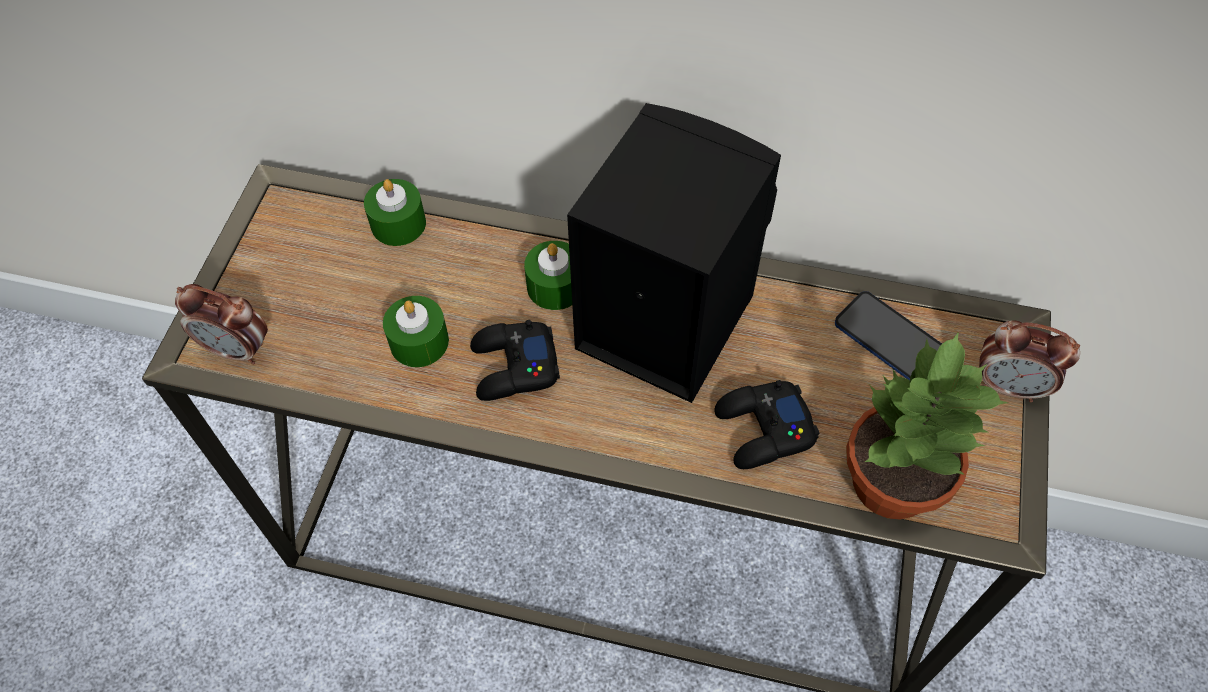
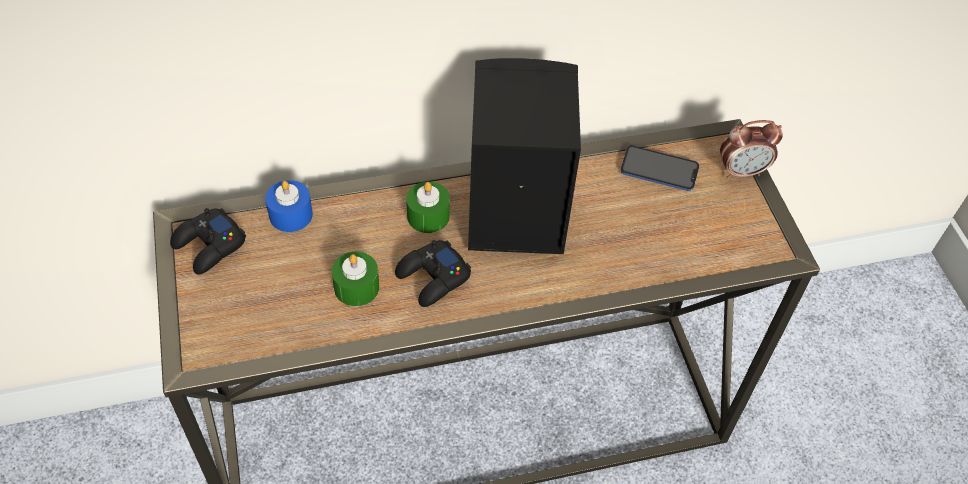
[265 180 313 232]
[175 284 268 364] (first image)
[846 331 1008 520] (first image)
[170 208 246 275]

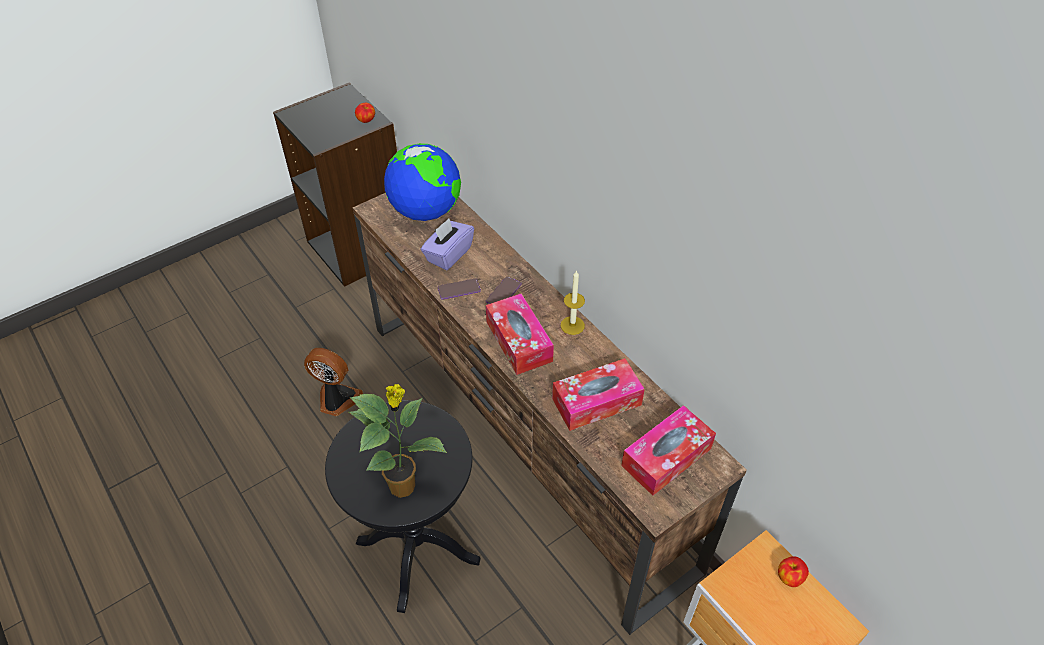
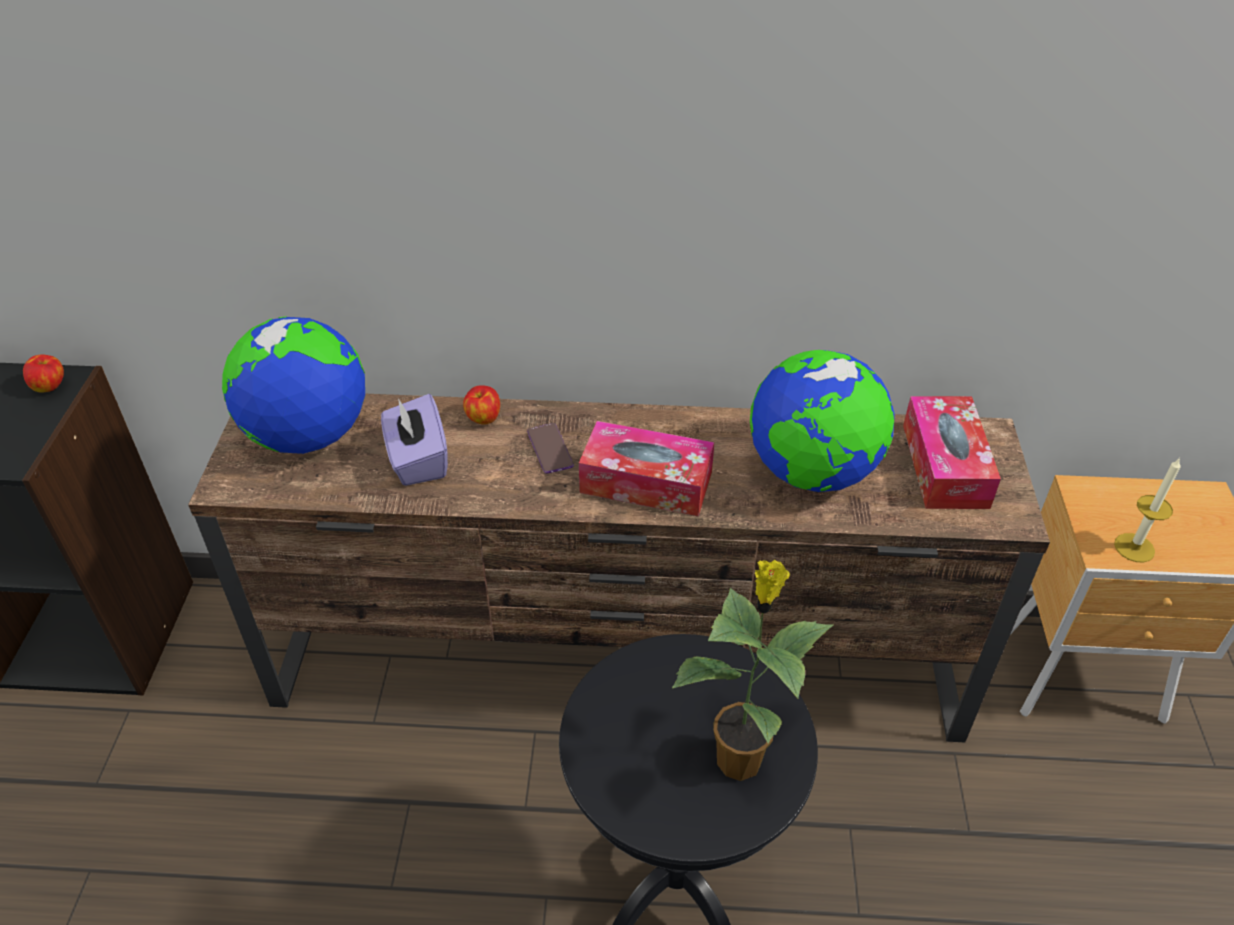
[1114 457 1181 562]
[438 278 481 300] (first image)
[304 348 363 416] (first image)
[750 350 895 492]
[463 385 500 425]

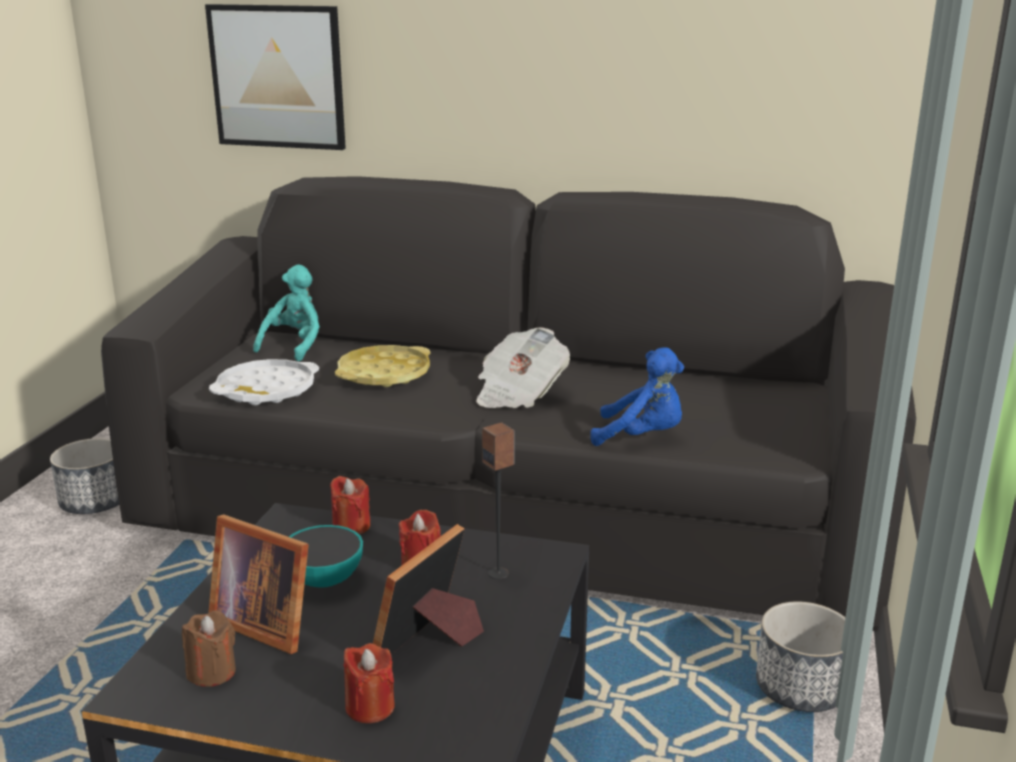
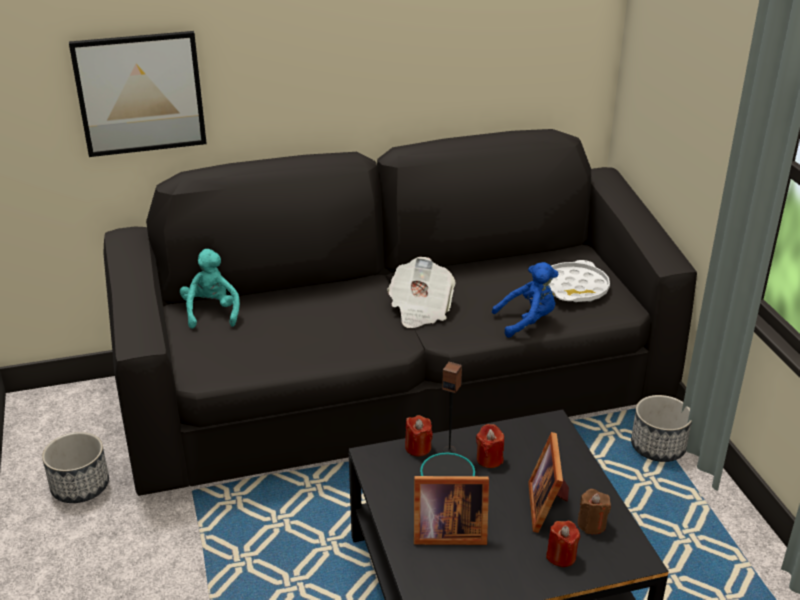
[335 345 430 387] (first image)
[548 260 610 302]
[442 362 462 453]
[578 489 611 534]

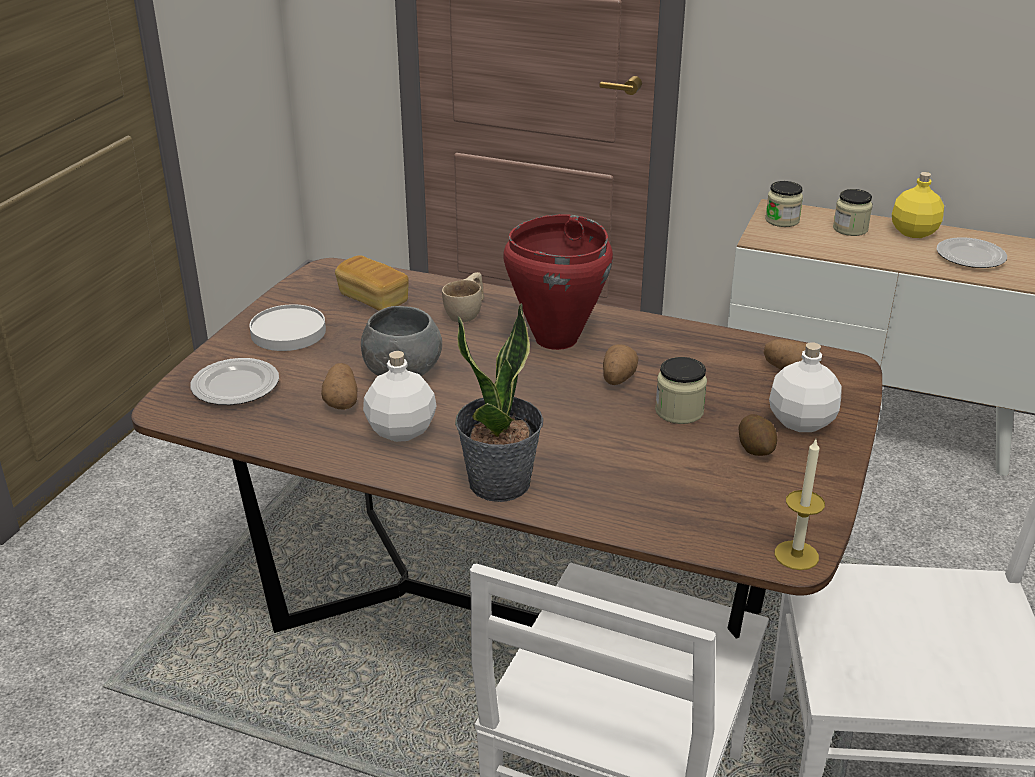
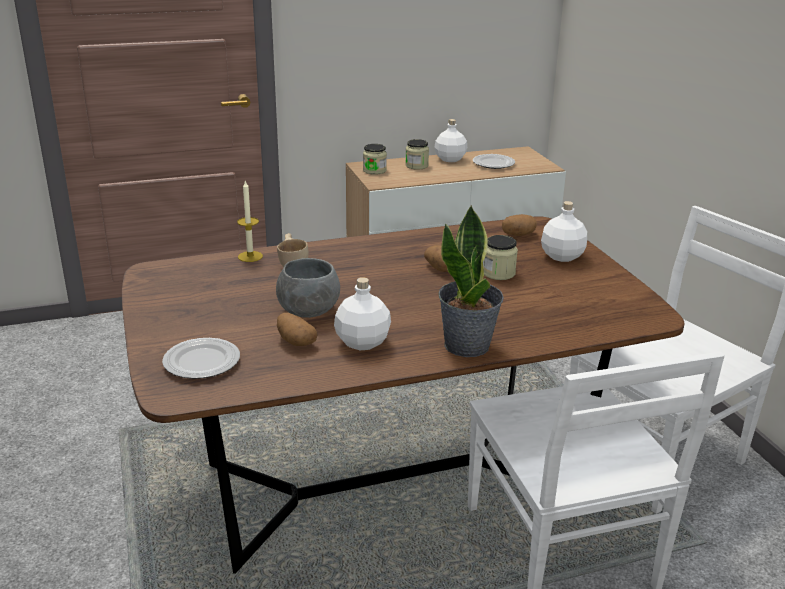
[434 119 467 162]
[503 214 613 350] (first image)
[335 255 409 311] (first image)
[249 304 326 351] (first image)
[739 414 777 456] (first image)
[237 180 263 262]

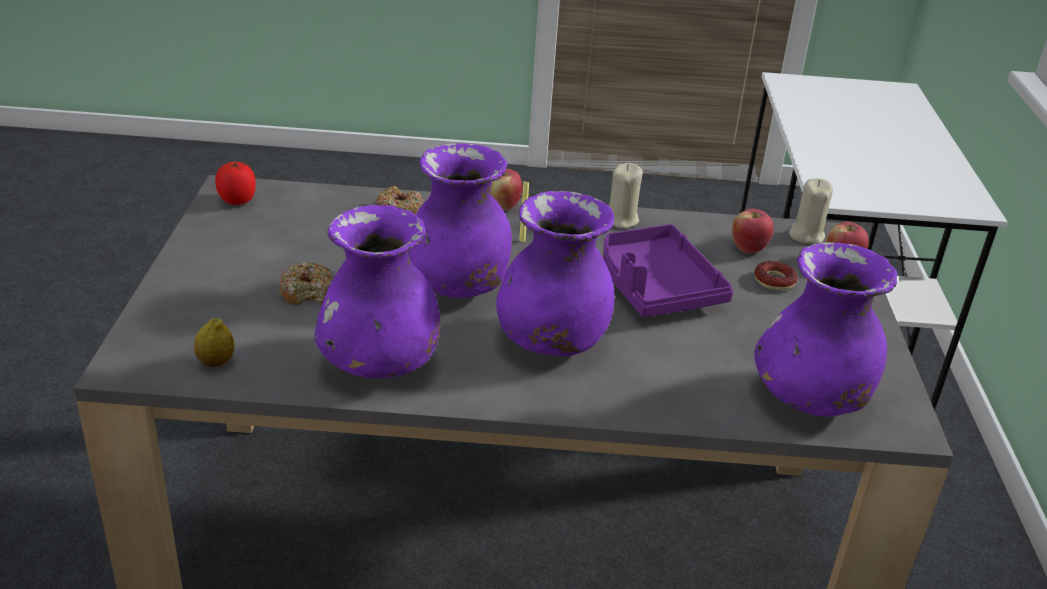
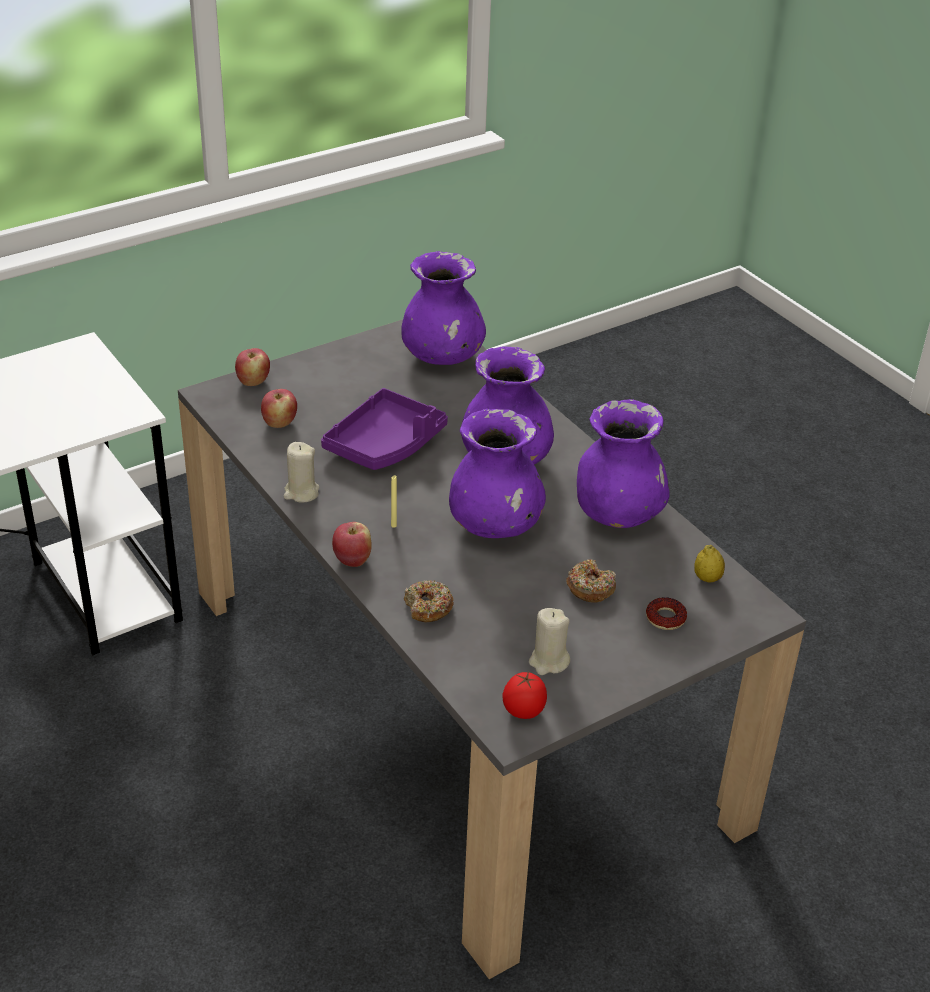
[529 608 570 675]
[646 597 687 630]

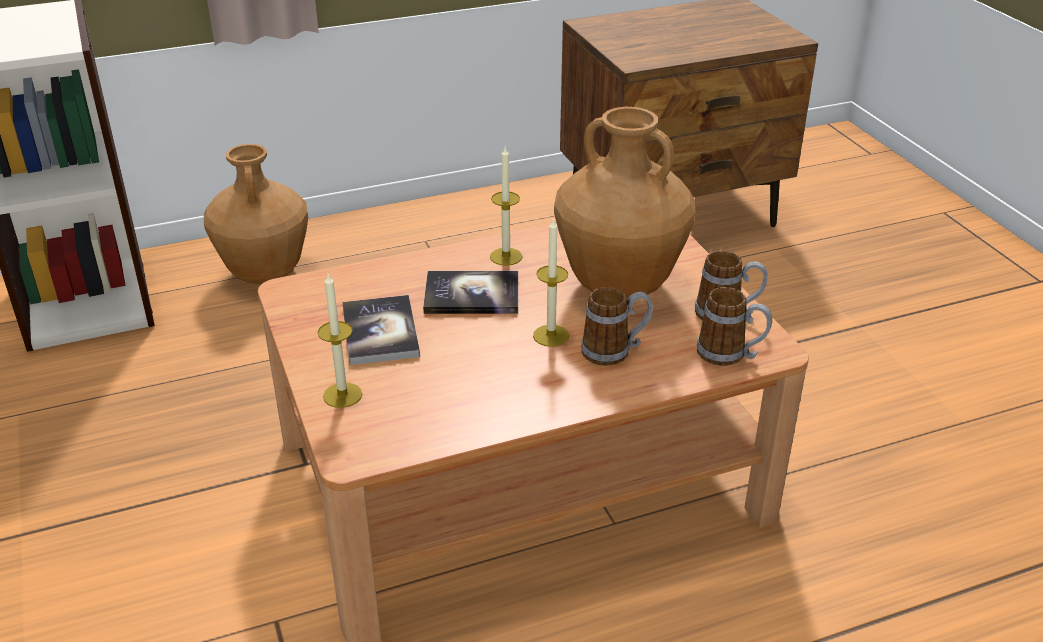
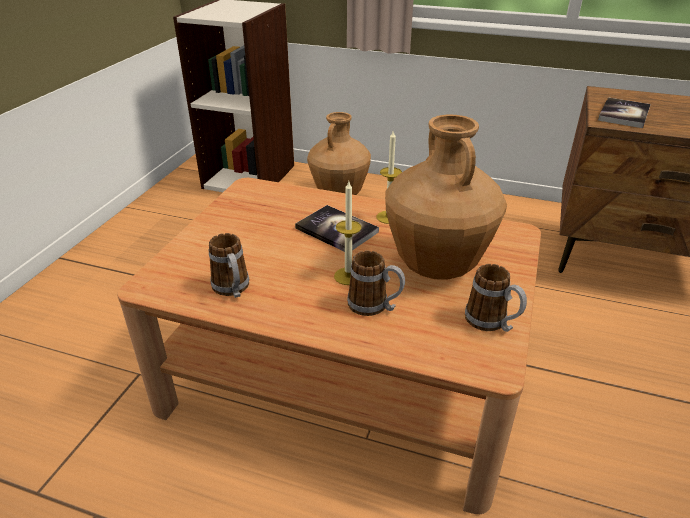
[318 274 362 408] (first image)
[209 233 249 298]
[598 97 651 128]

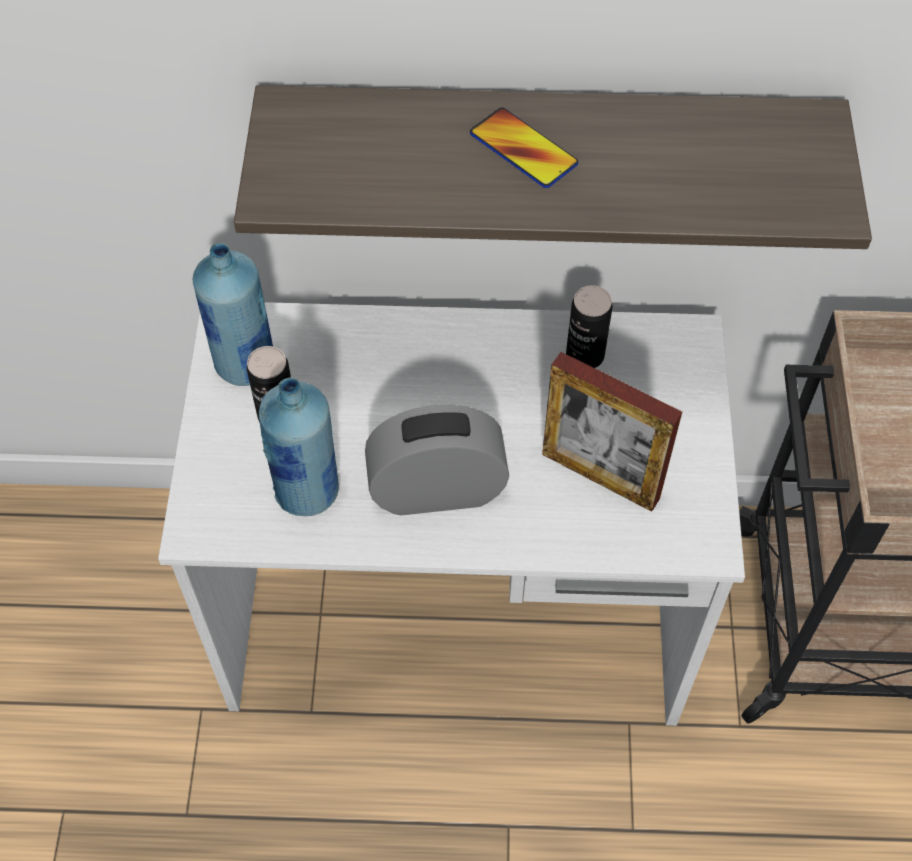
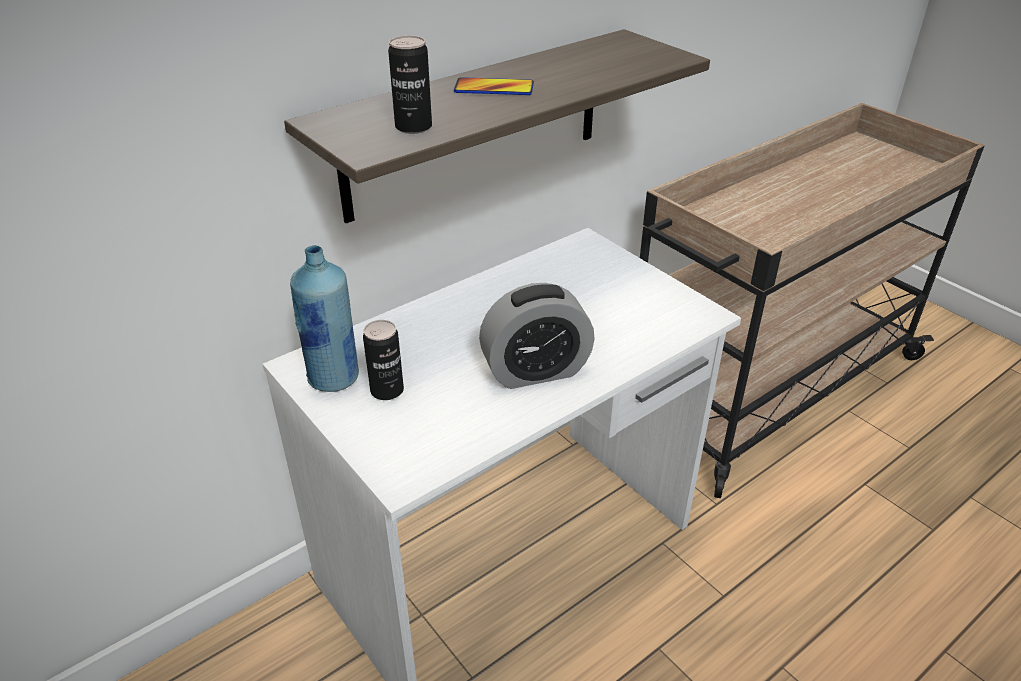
[388 35 432 134]
[542 352 682 512] (first image)
[259 377 339 516] (first image)
[479 283 595 389]

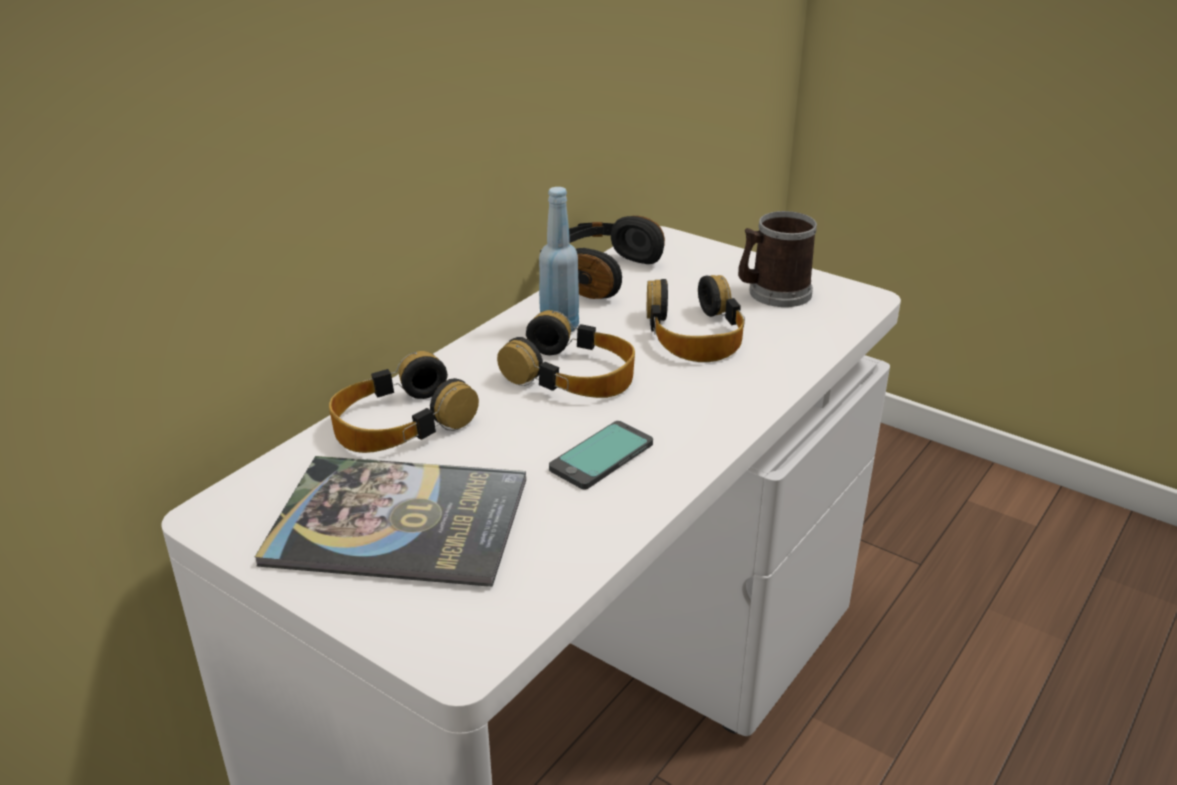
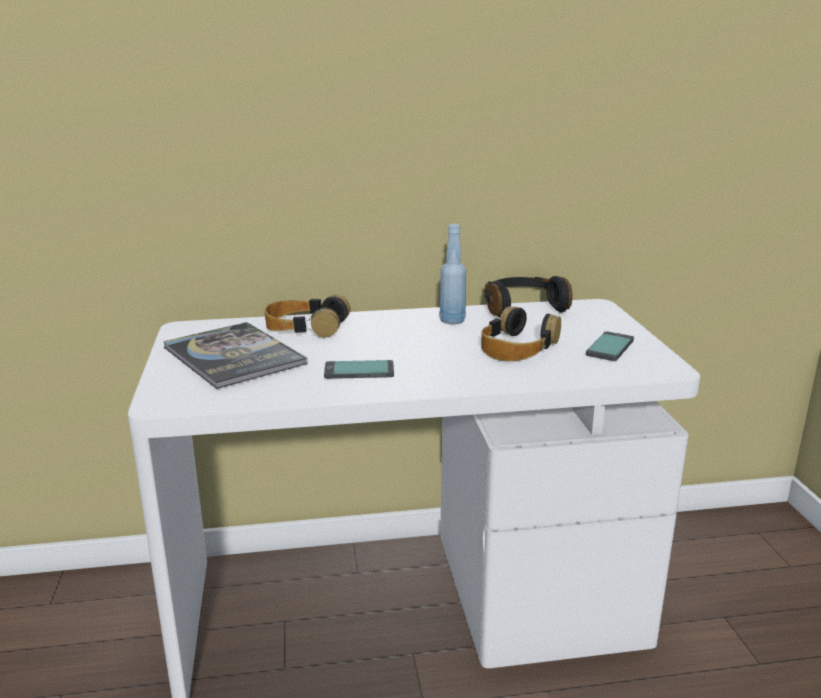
[586 331 634 361]
[497 310 635 398] (first image)

